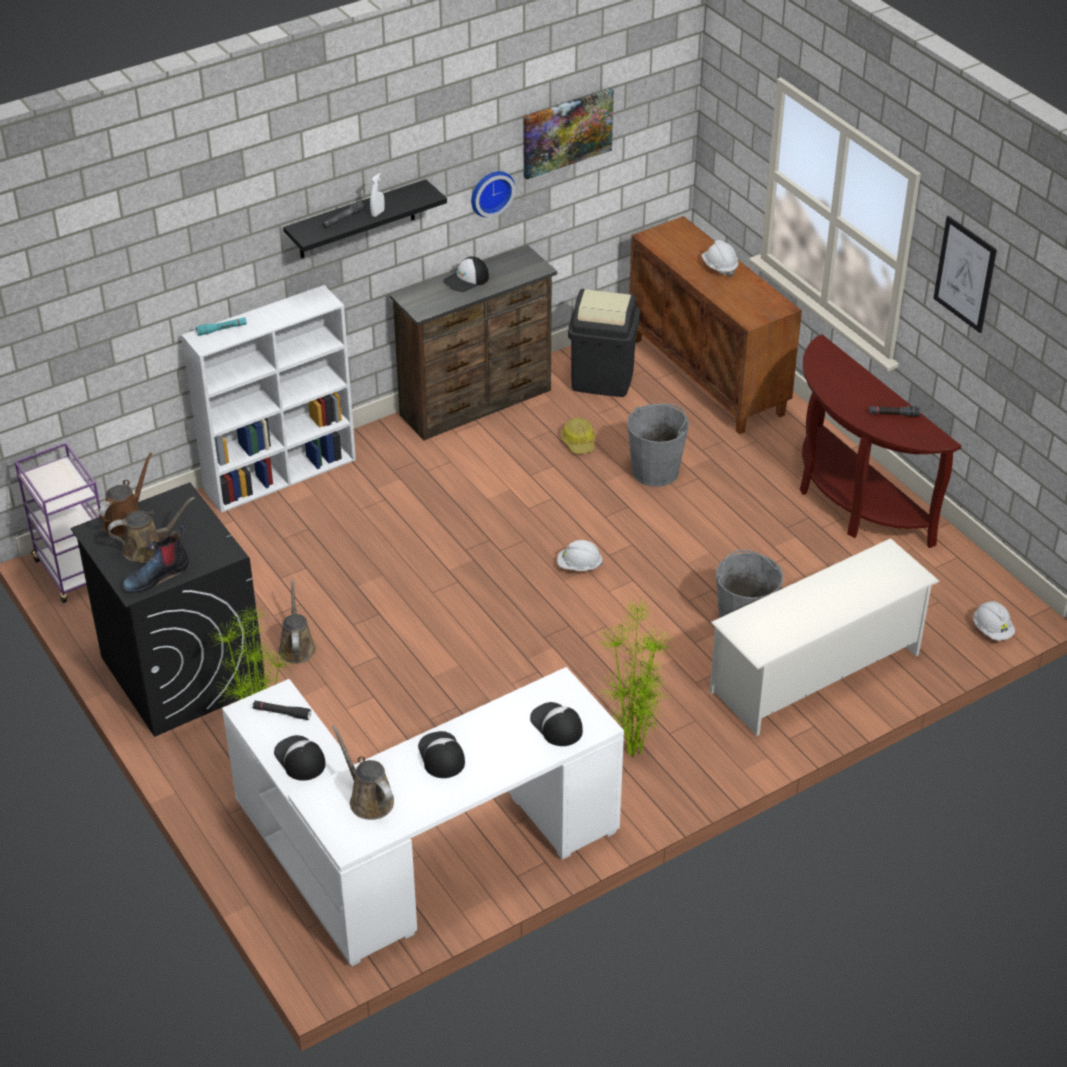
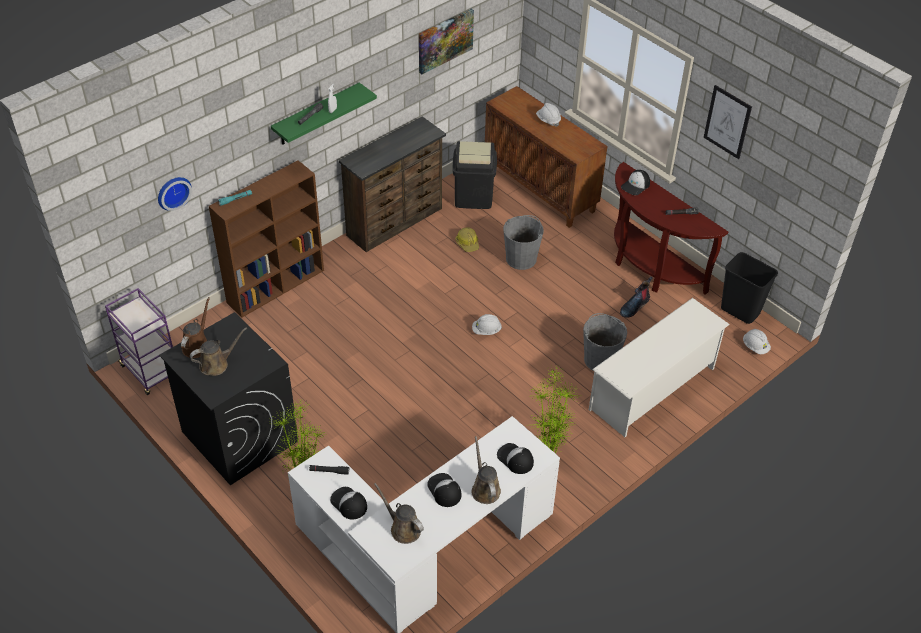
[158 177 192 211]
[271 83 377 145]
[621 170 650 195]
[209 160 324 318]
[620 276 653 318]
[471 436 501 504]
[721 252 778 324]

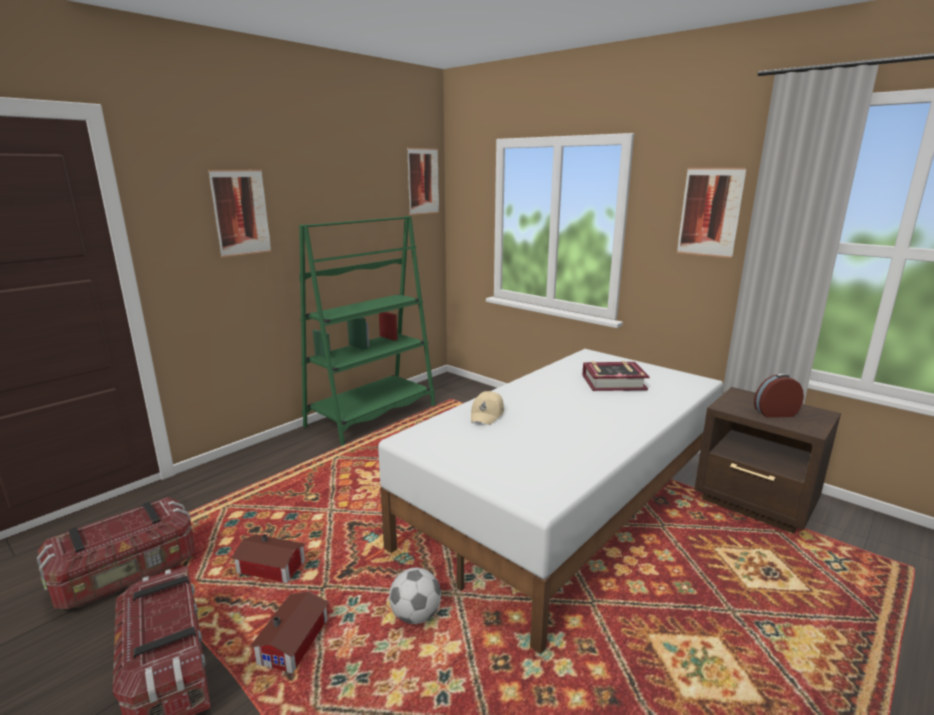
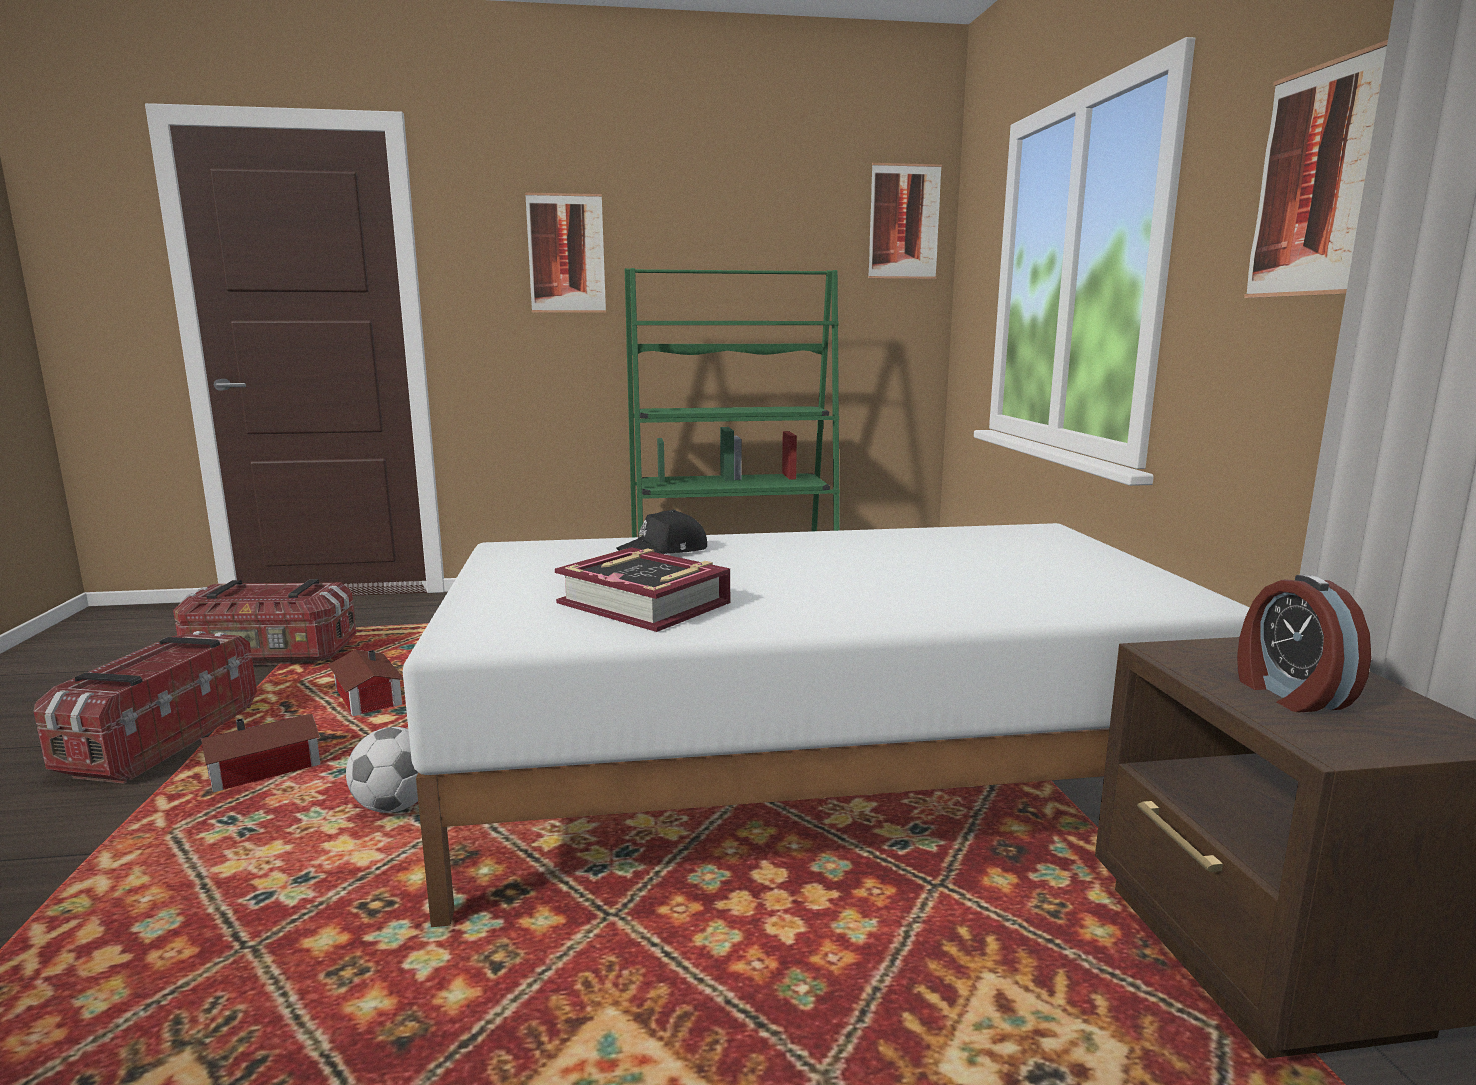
[555 547 730 632]
[1237 575 1372 712]
[616 509 707 554]

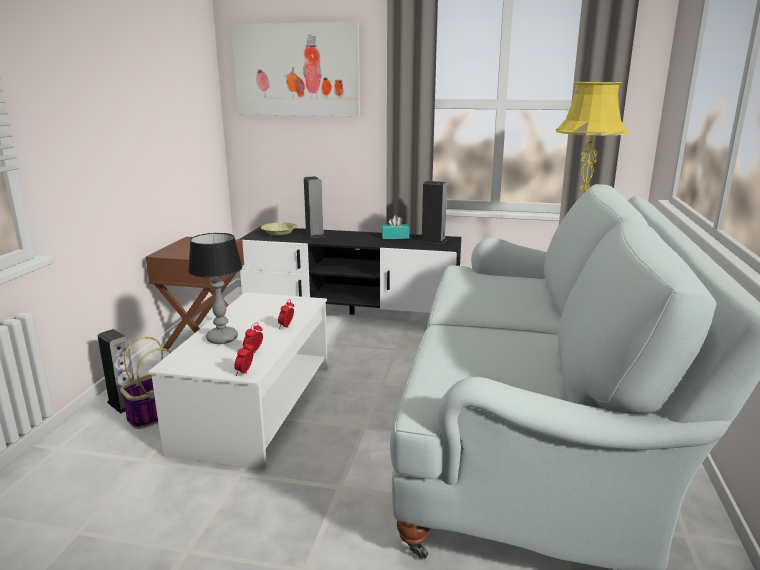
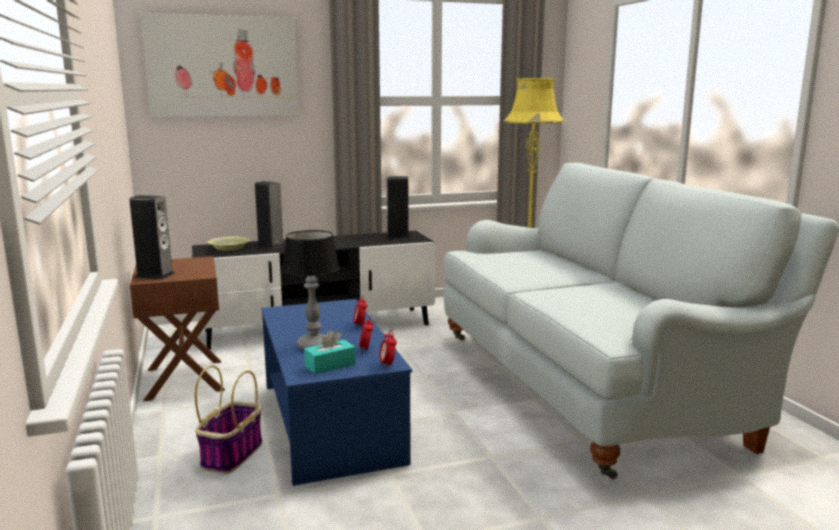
[304 330 356 375]
[261 299 412 486]
[129 195 175 279]

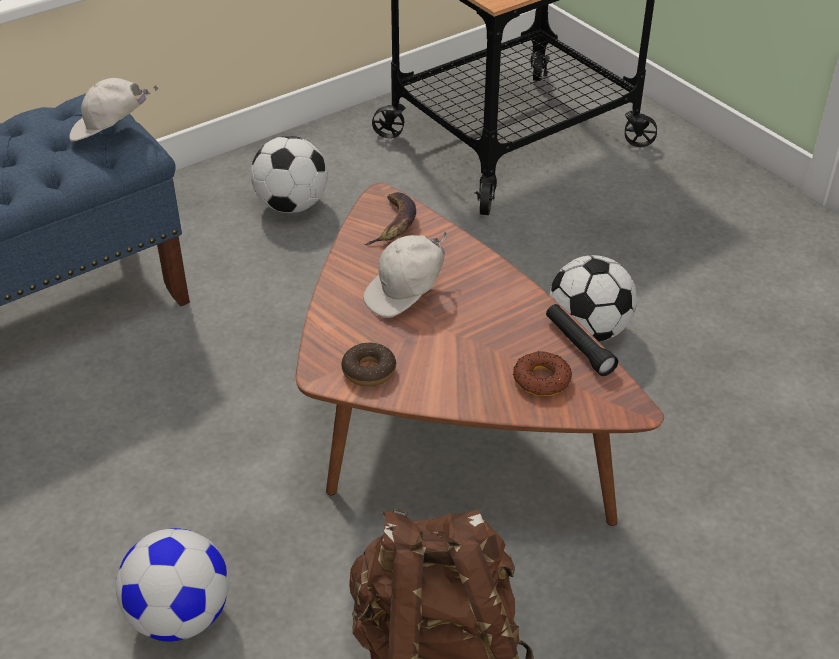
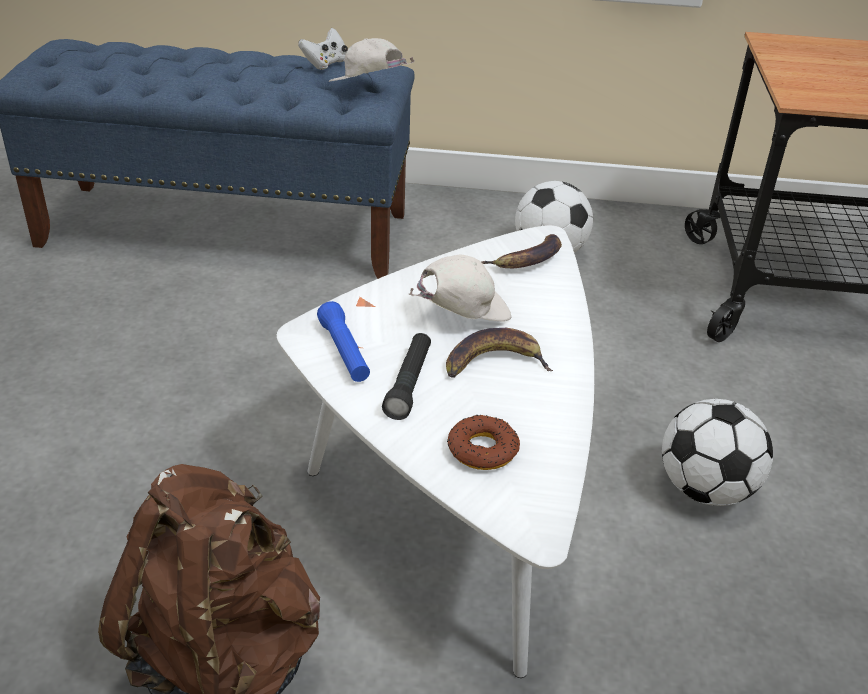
[277 225 594 678]
[408 254 511 322]
[382 333 431 420]
[317 301 370 382]
[116 528 229 642] (first image)
[298 28 348 70]
[446 328 553 378]

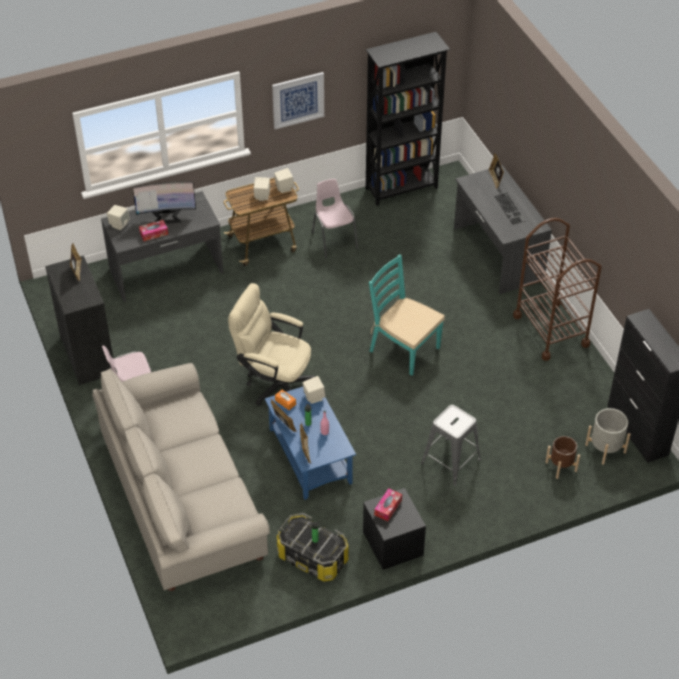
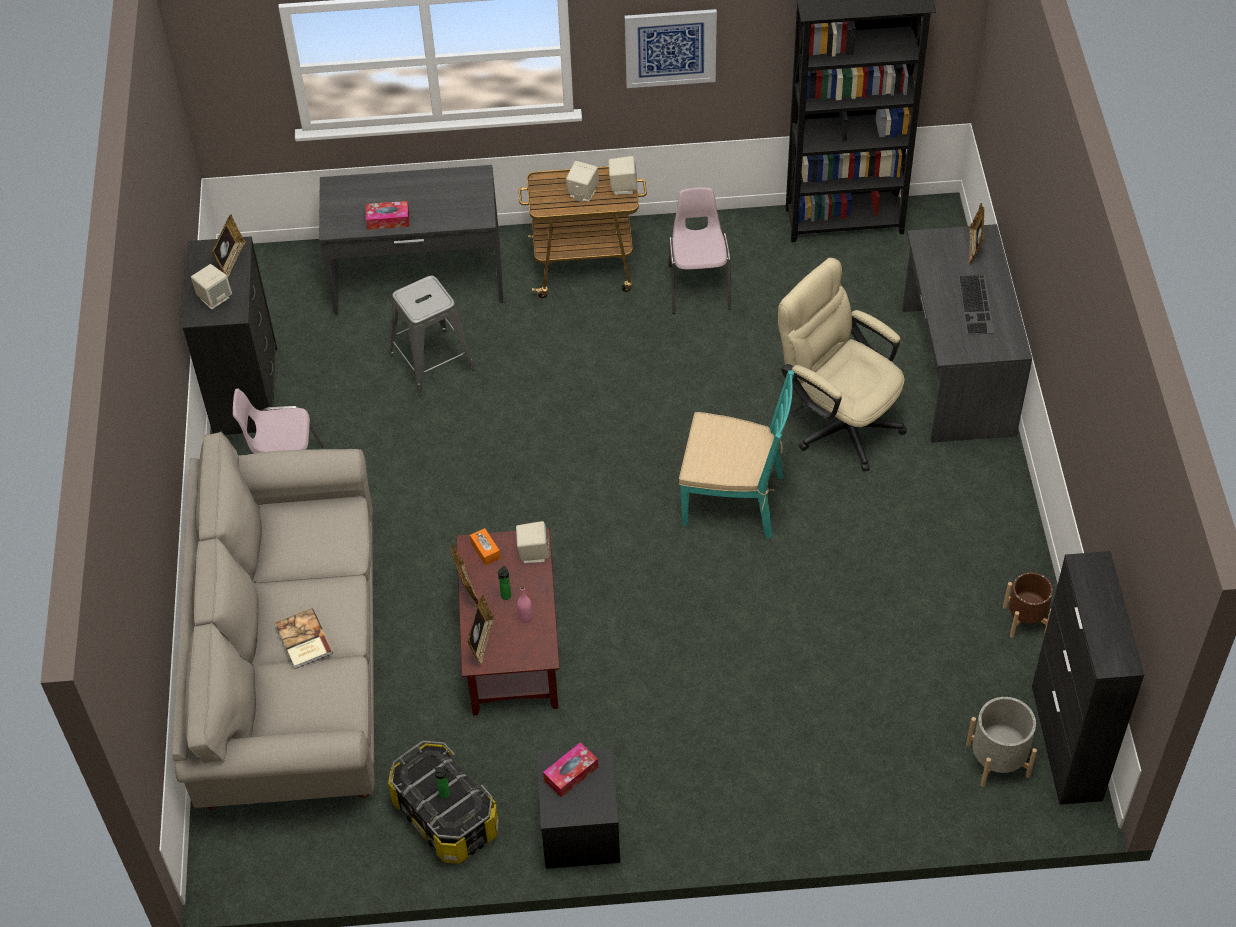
[132 182 196 224] (first image)
[191 264 232 310]
[513 218 602 361] (first image)
[679 370 794 539]
[778 258 906 471]
[456 528 560 716]
[390 275 476 396]
[1003 572 1053 638]
[275 608 333 669]

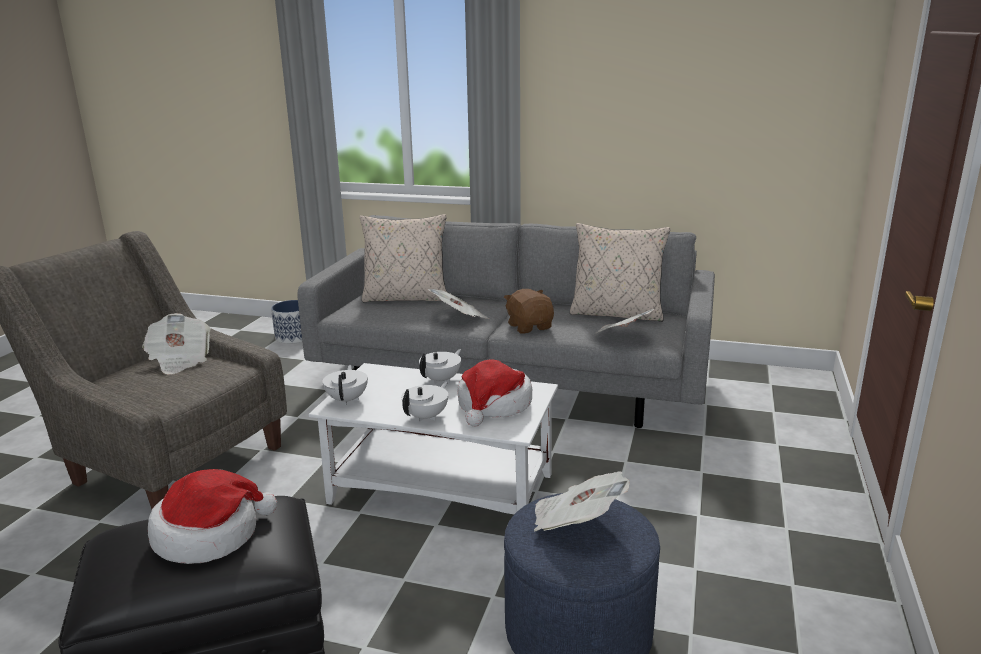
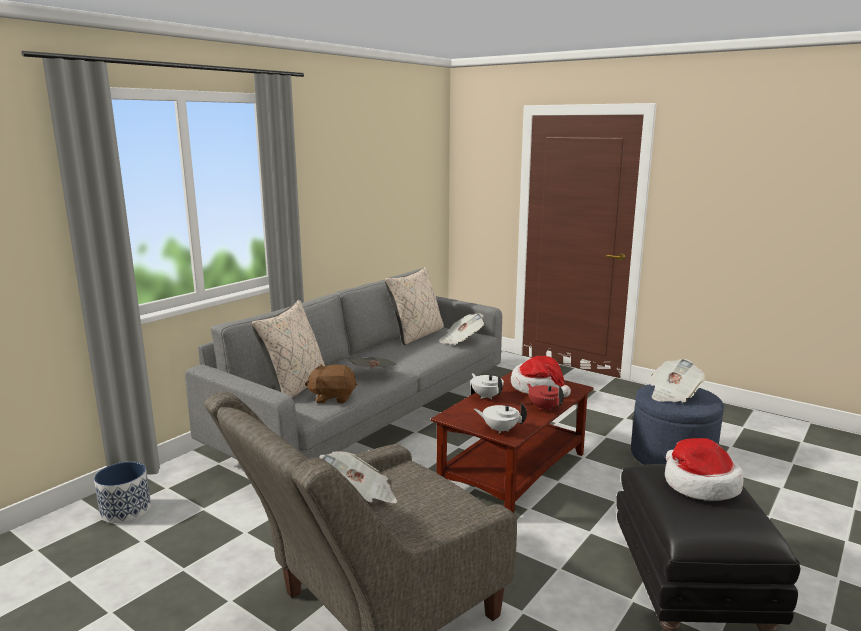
[305 364 357 404]
[431 371 594 513]
[527 384 564 411]

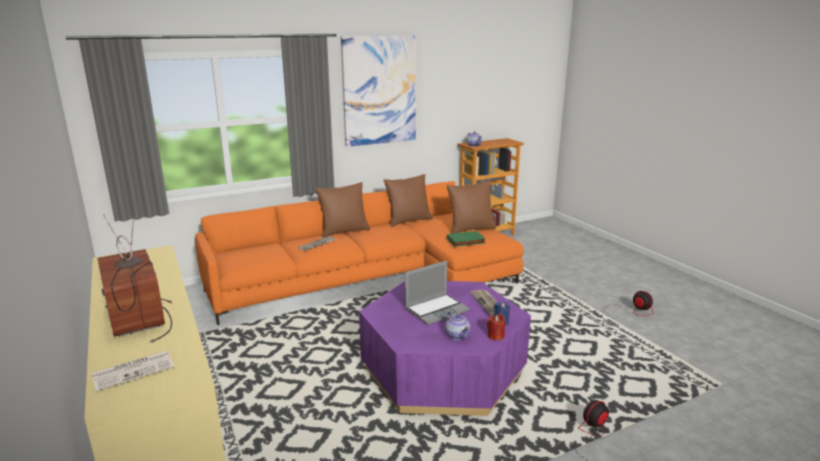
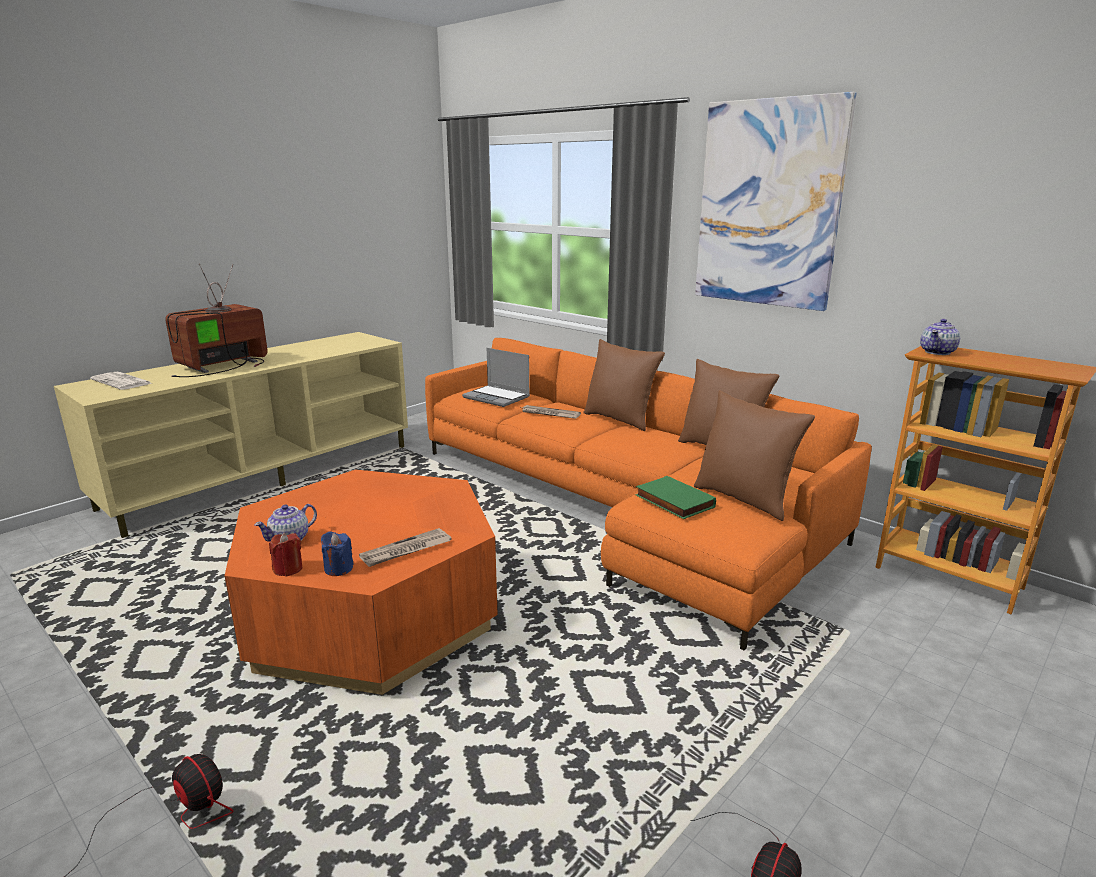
[462 348 530 407]
[225 470 498 695]

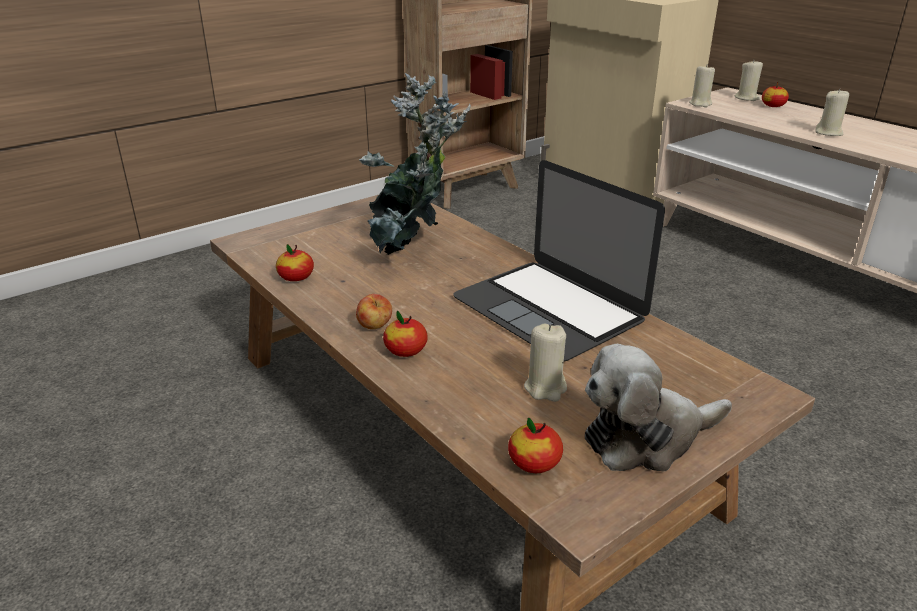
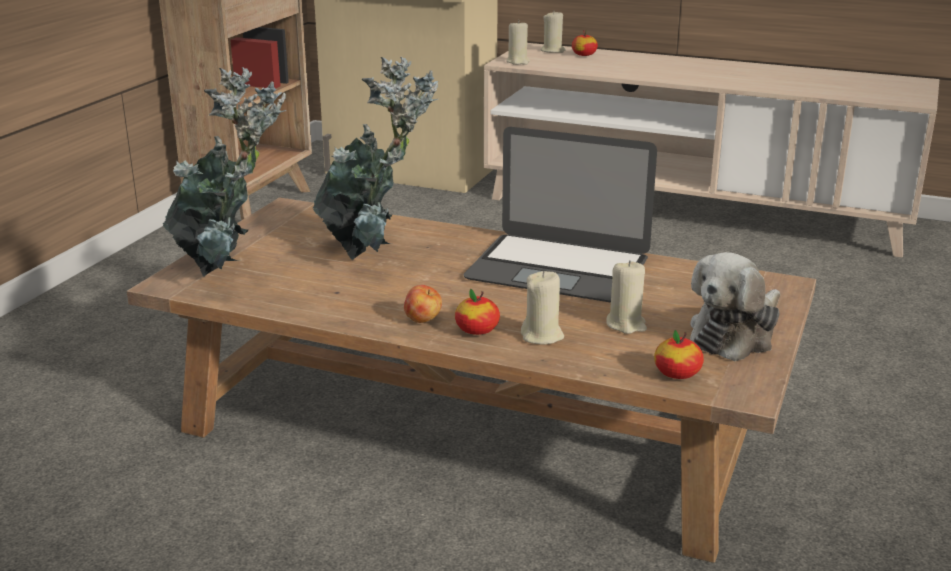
[521 271 564 345]
[276 244 314 281] (first image)
[163 67 286 277]

